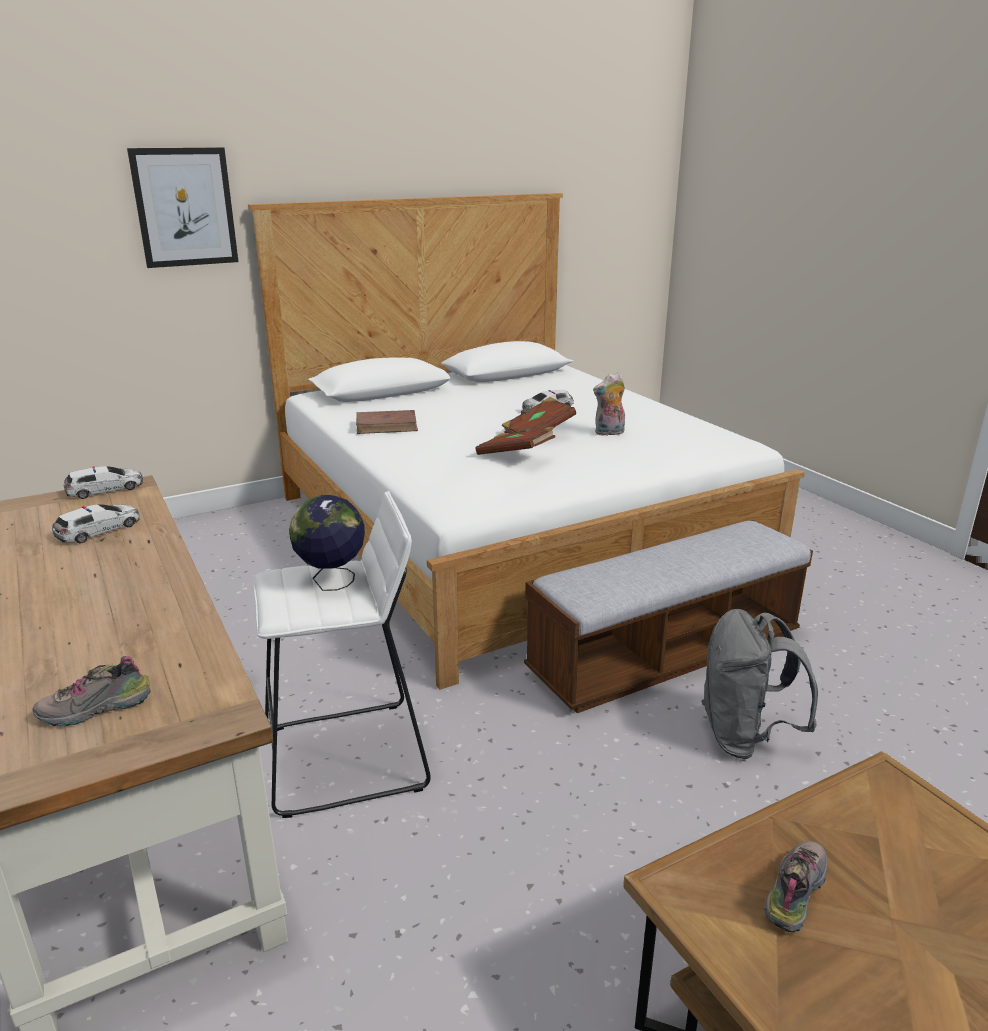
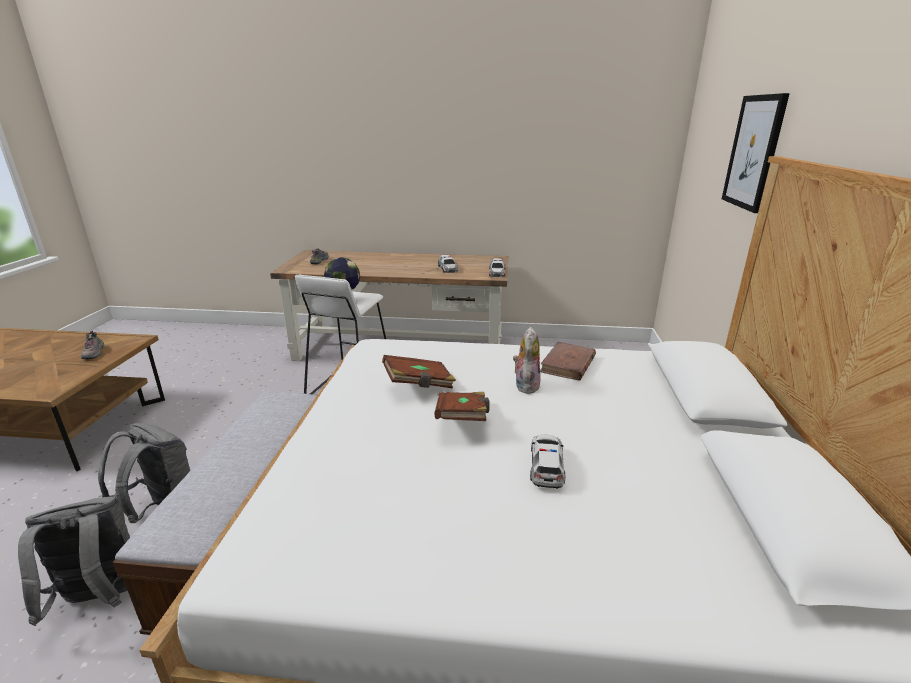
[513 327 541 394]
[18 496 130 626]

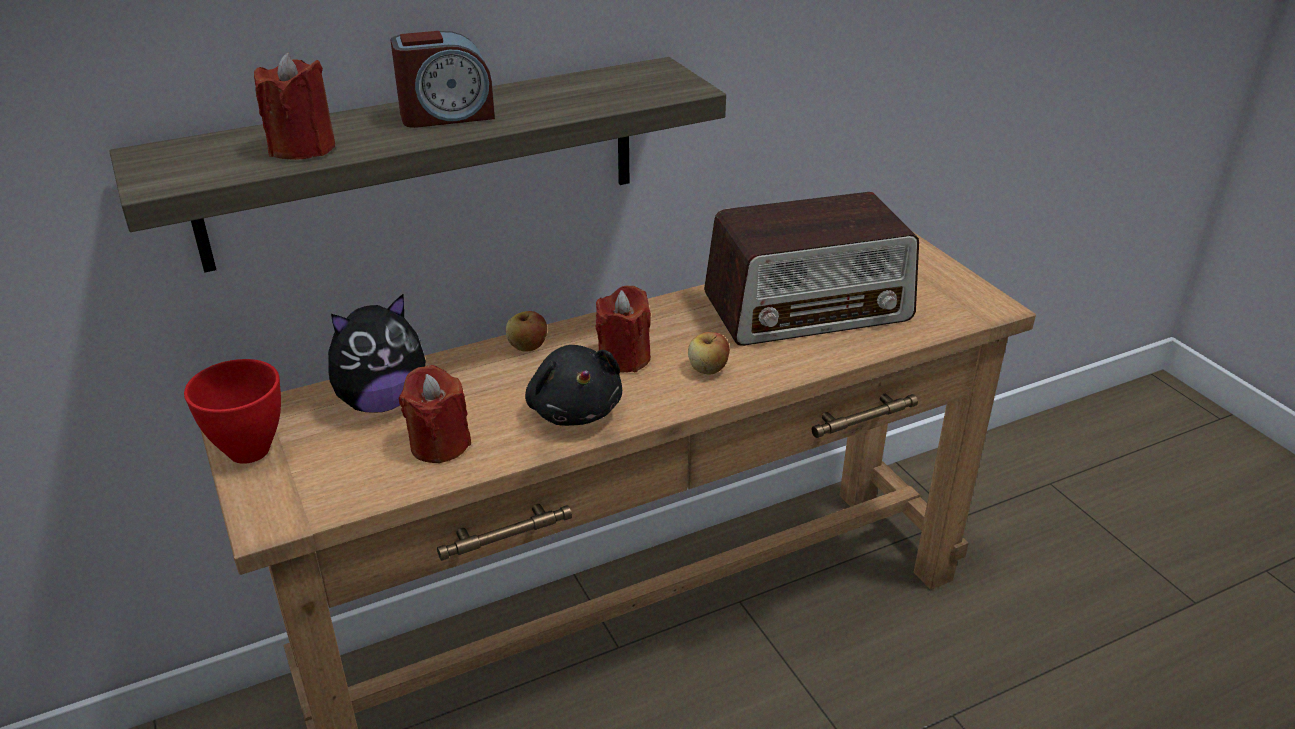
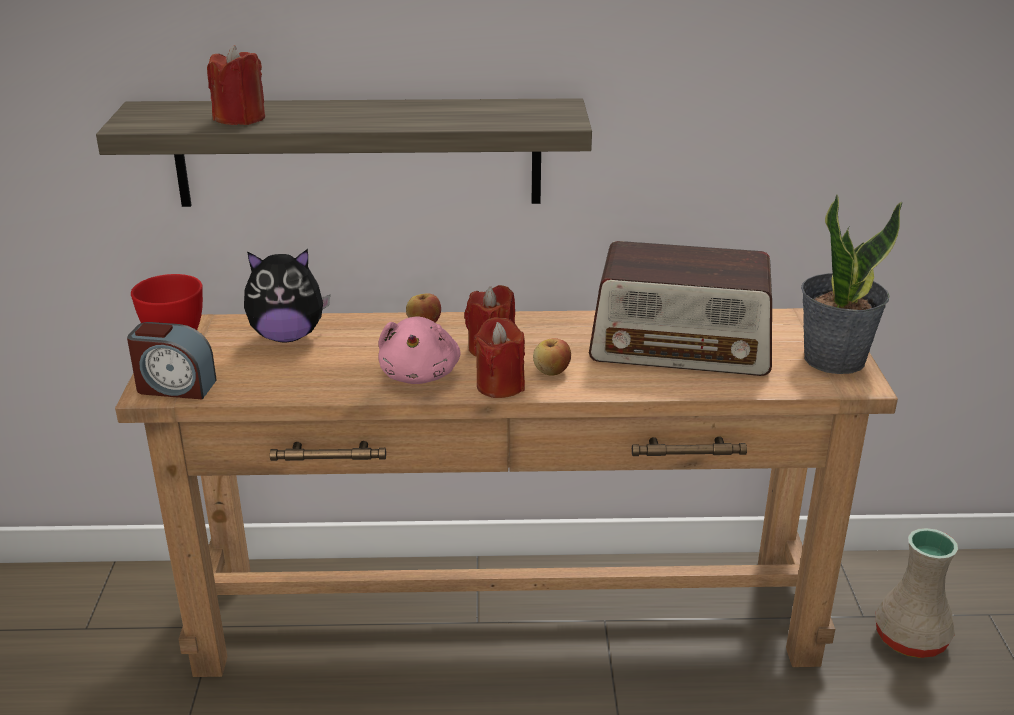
[127 322 217 399]
[379 316 460 384]
[474 317 525 398]
[801 194 902 374]
[875 528 958 658]

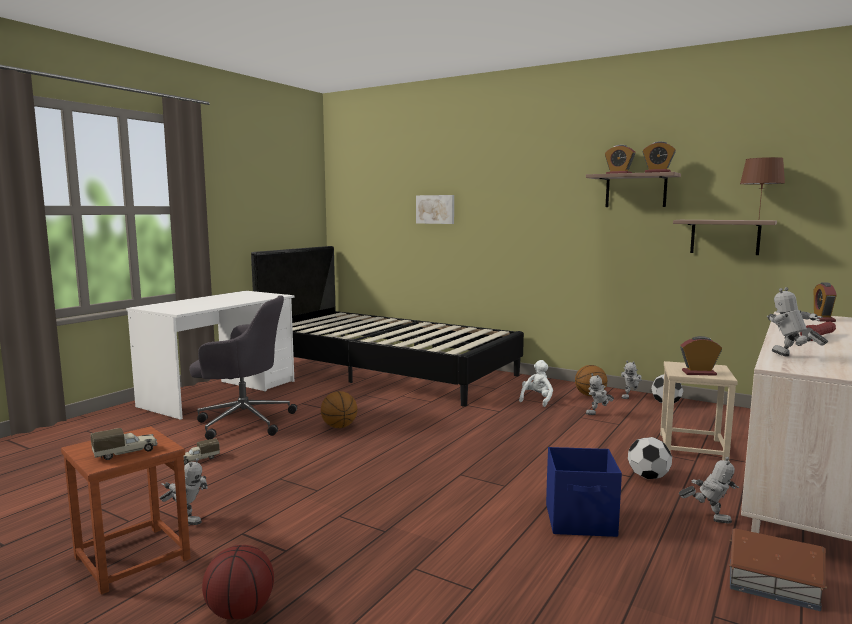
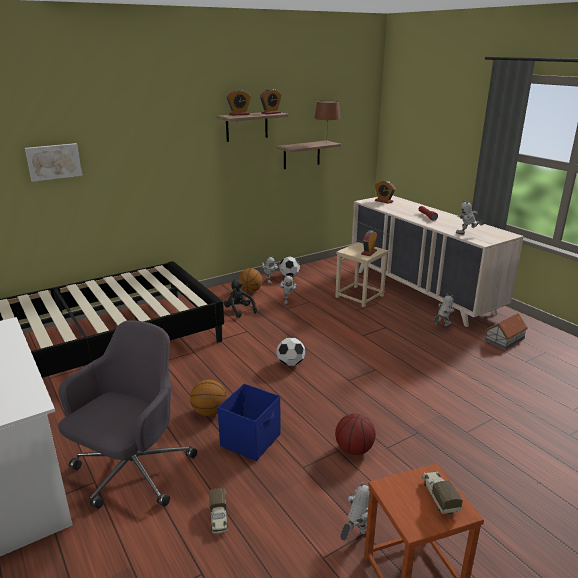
[224 279 257 318]
[277 338 305 366]
[217 384 281 461]
[335 413 376 455]

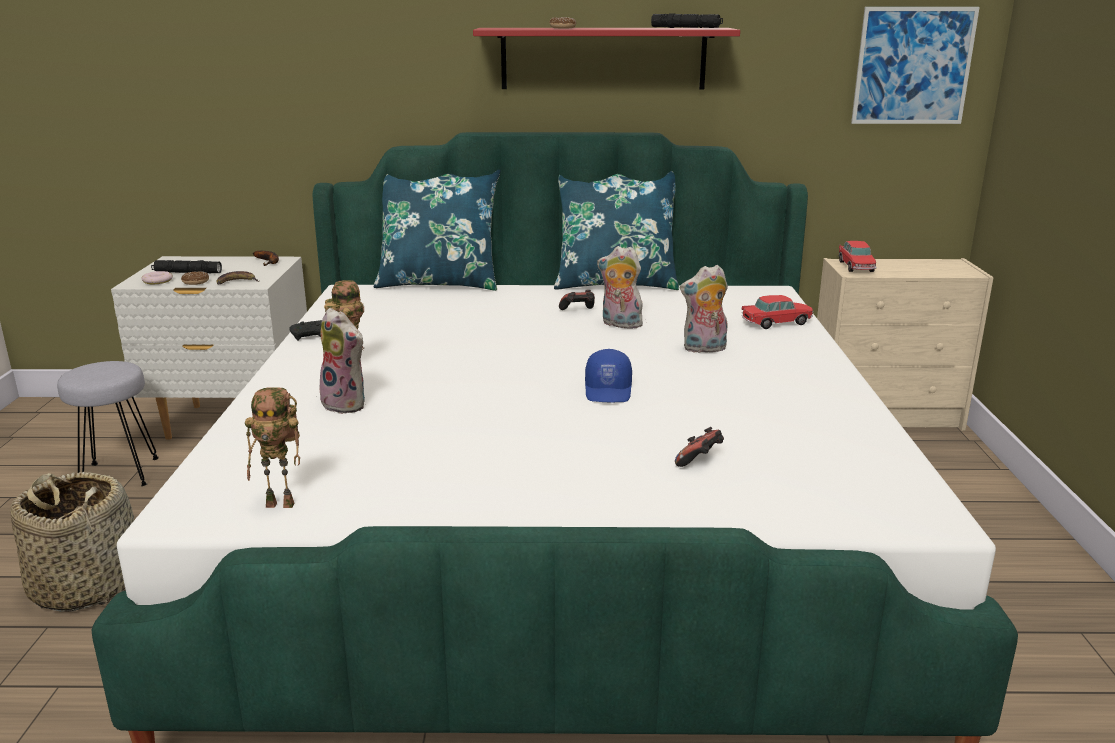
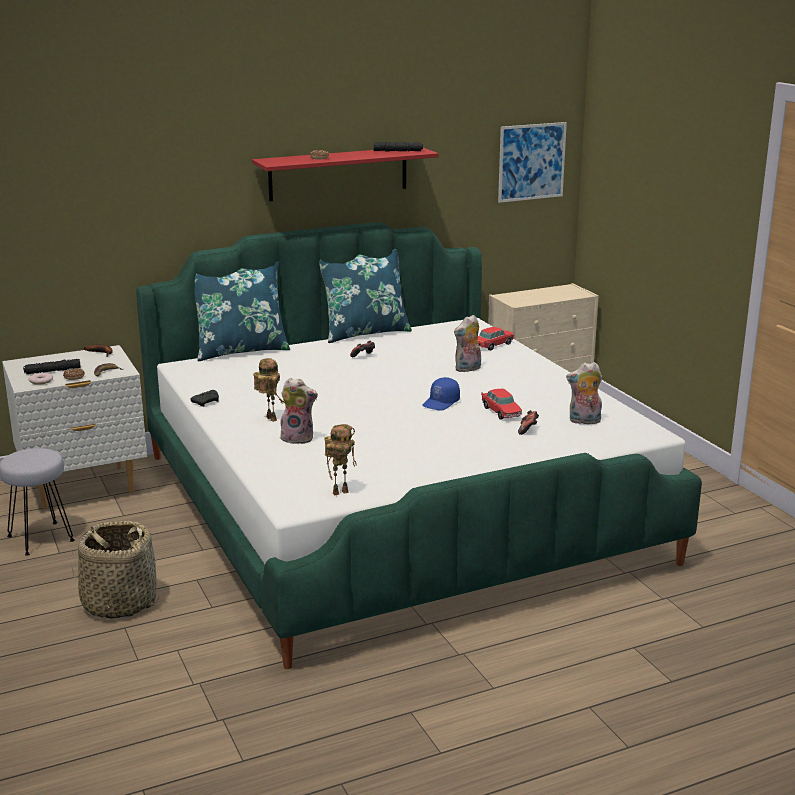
[481 389 522 420]
[566 362 602 424]
[422 377 460 411]

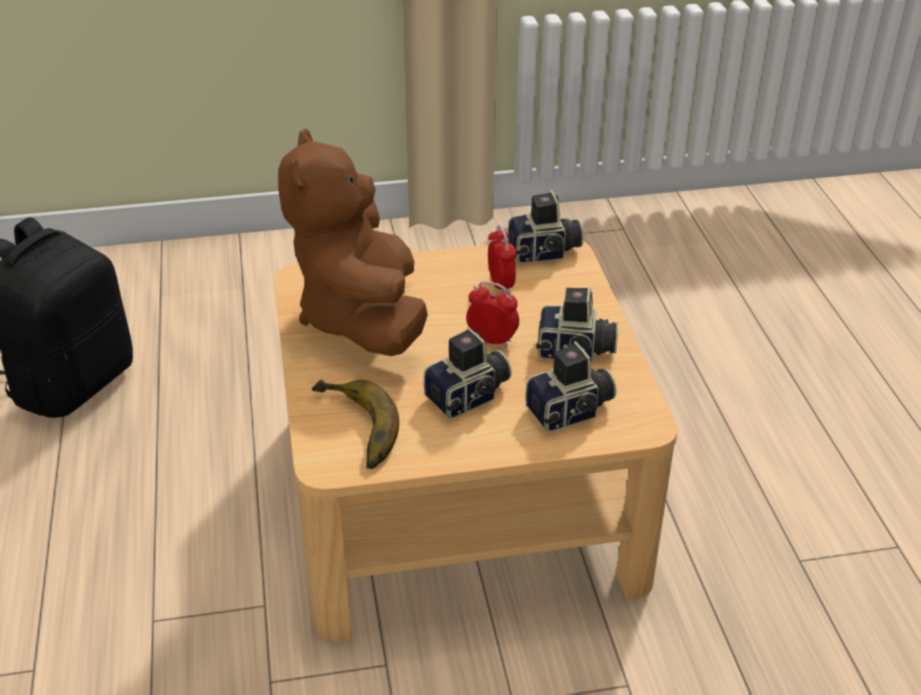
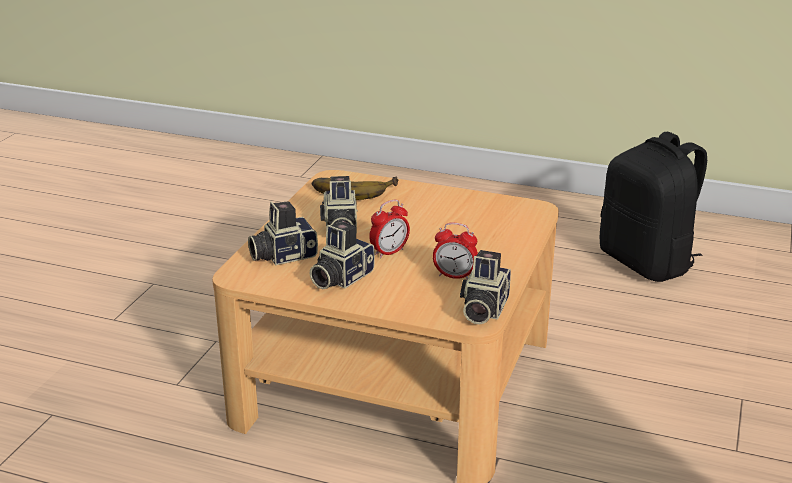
[278 128 428 356] (first image)
[248 202 318 265]

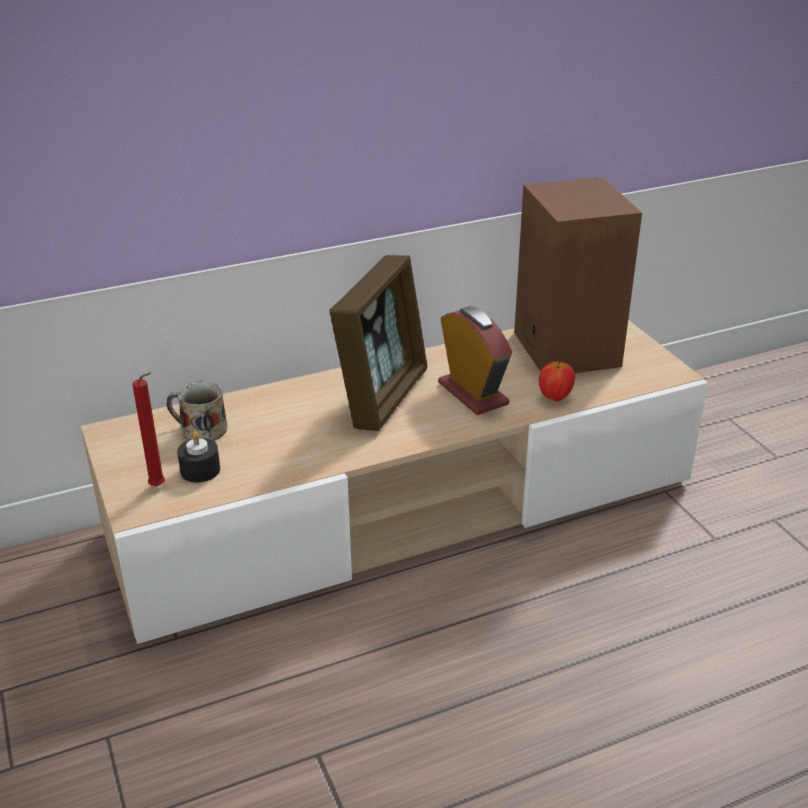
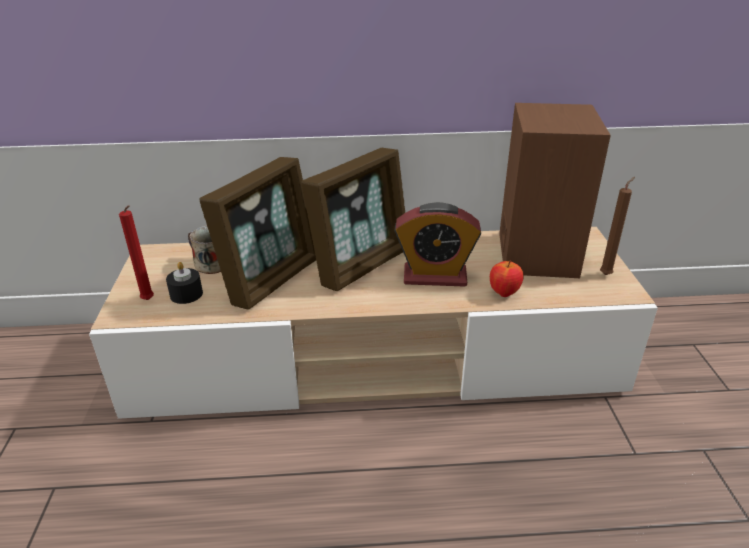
[395 202 481 287]
[199 157 316 310]
[600 177 635 275]

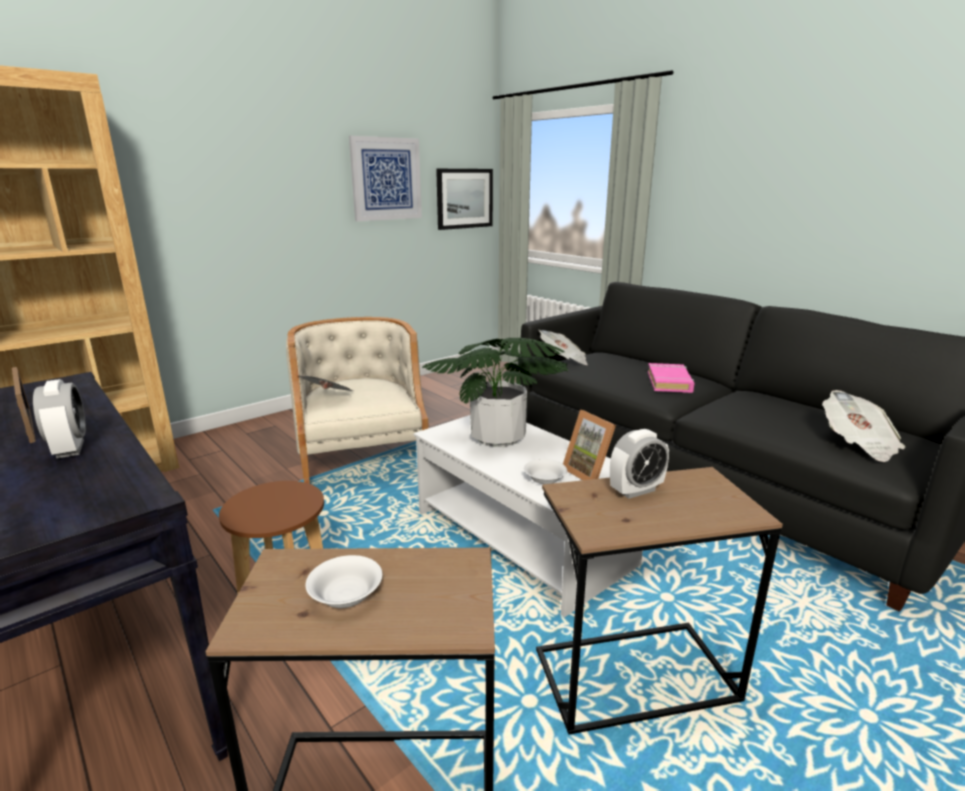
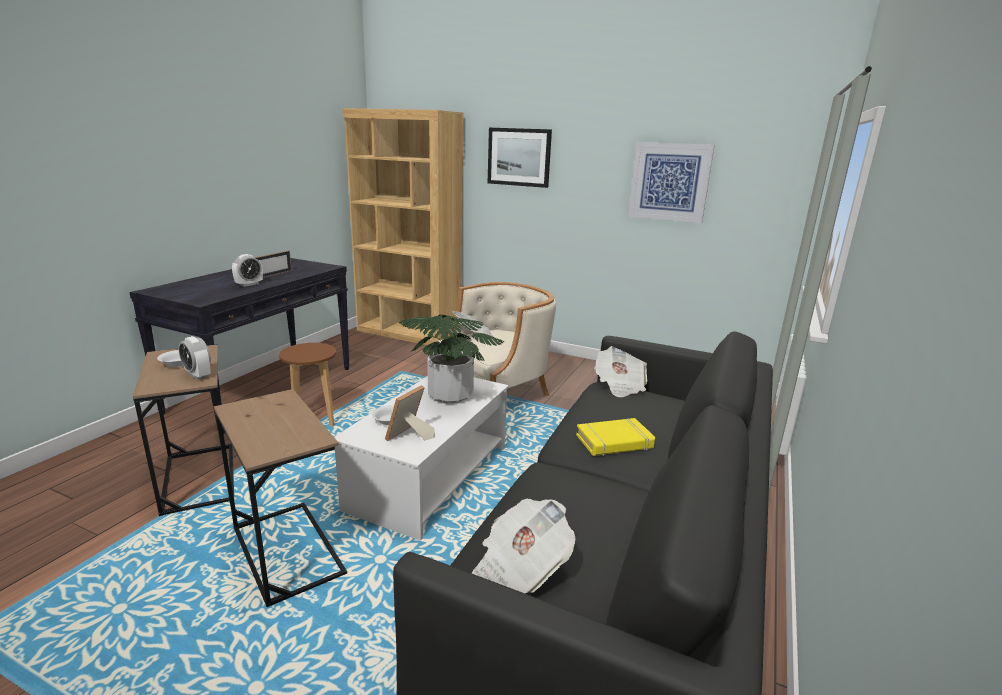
[488 128 552 188]
[576 418 655 456]
[178 336 211 380]

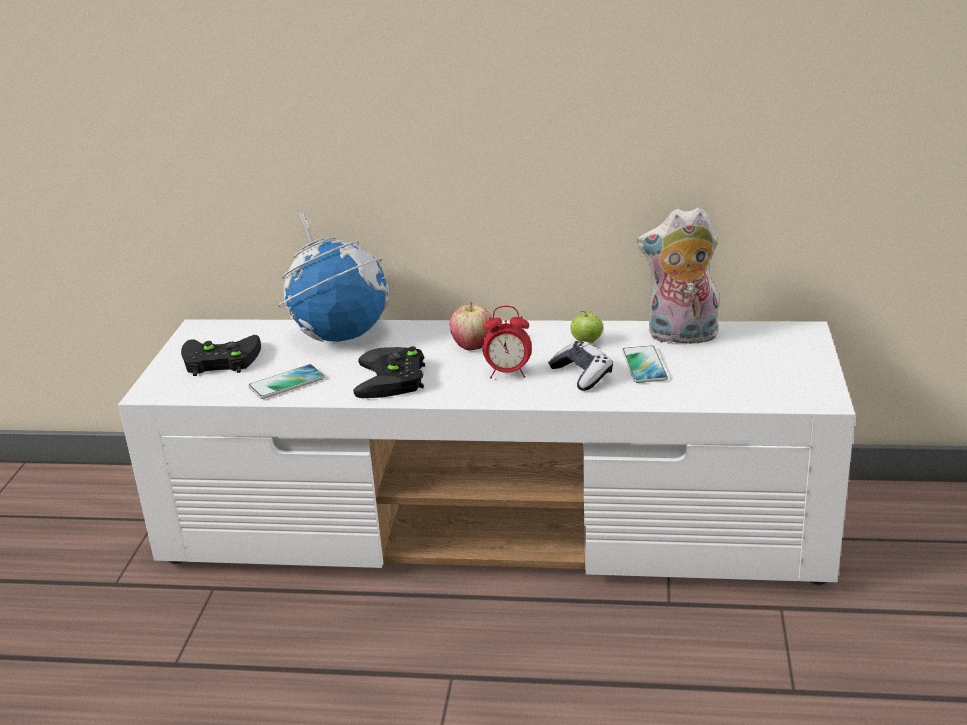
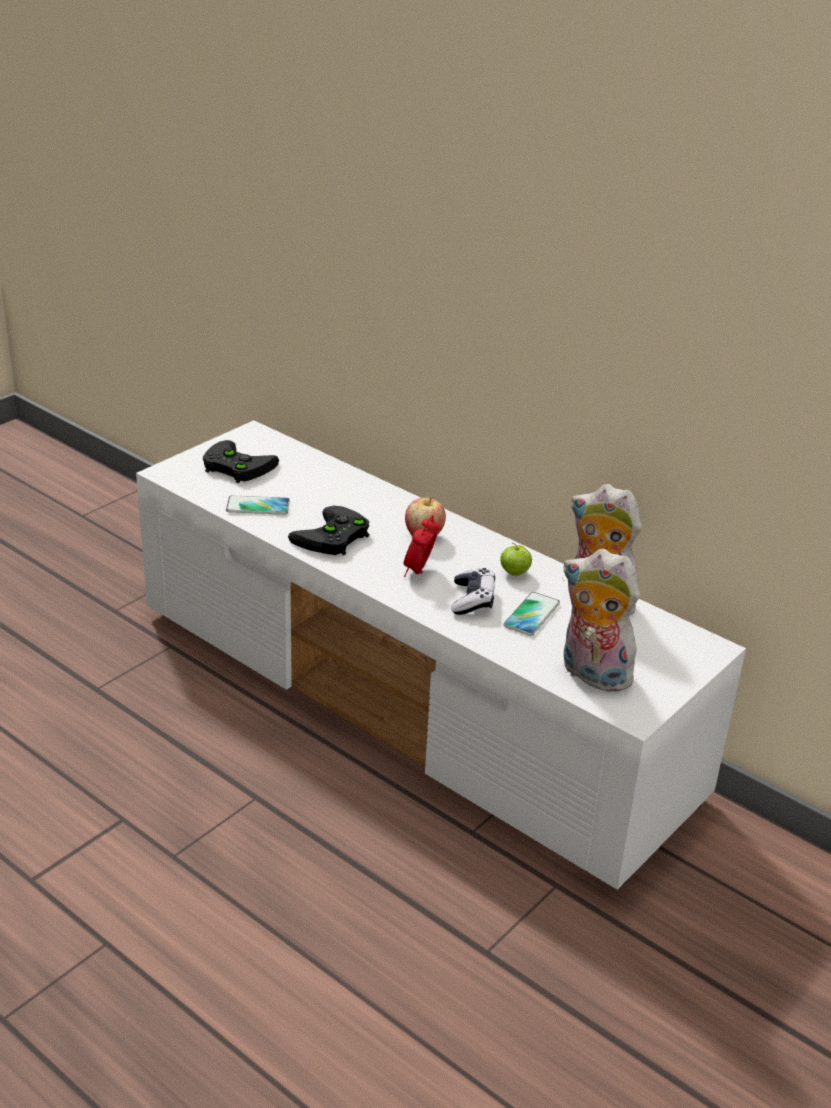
[278 212 389 344] (first image)
[404 515 440 577]
[562 549 642 692]

